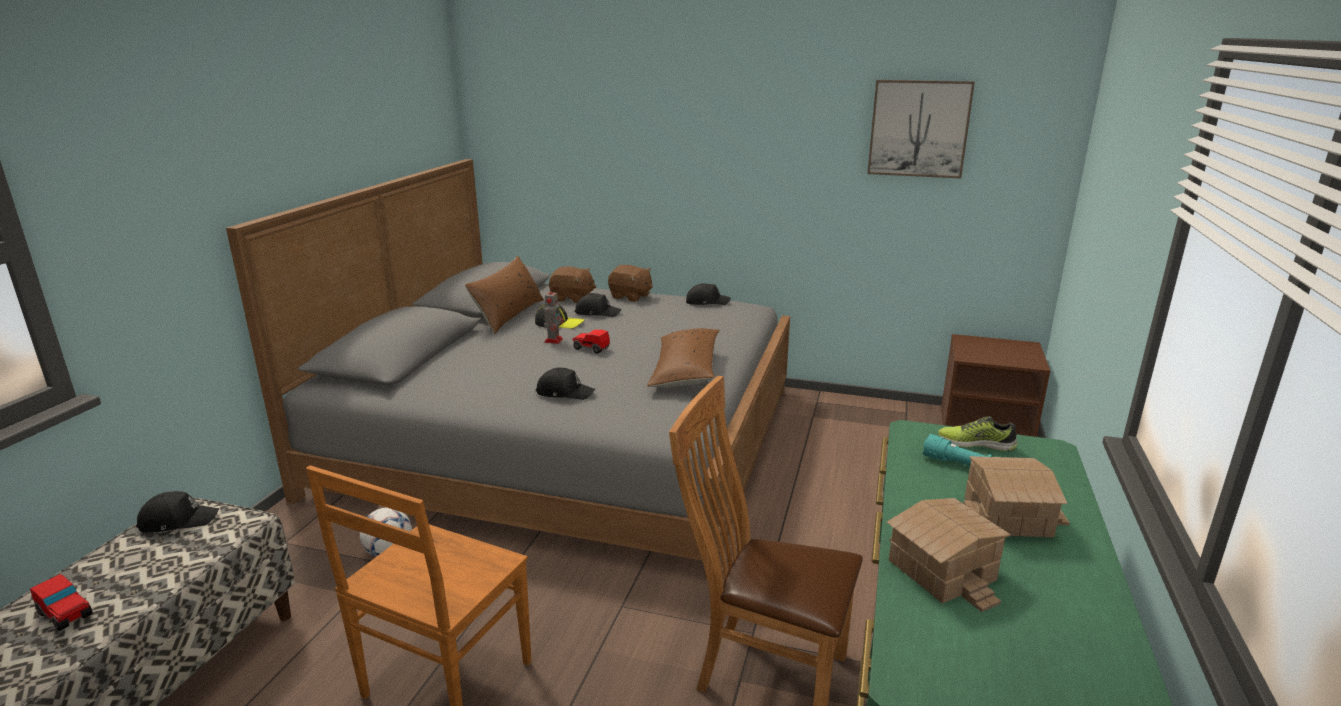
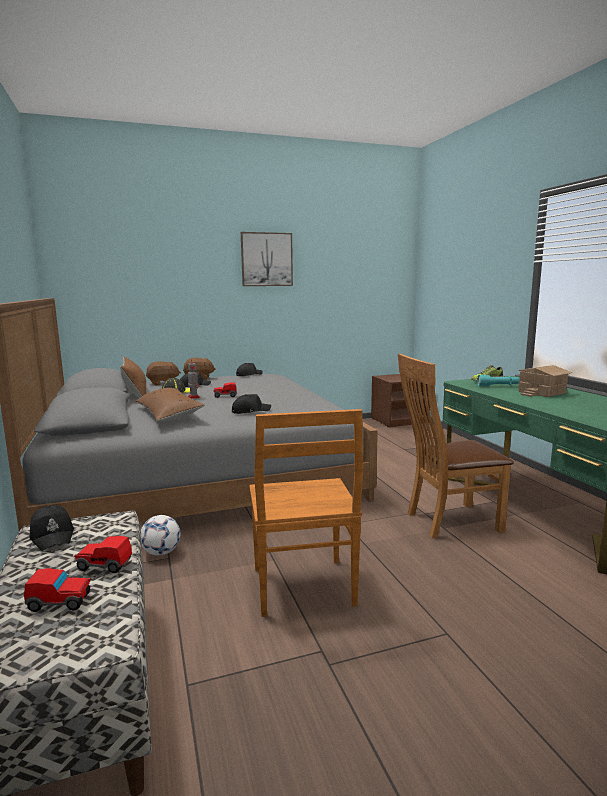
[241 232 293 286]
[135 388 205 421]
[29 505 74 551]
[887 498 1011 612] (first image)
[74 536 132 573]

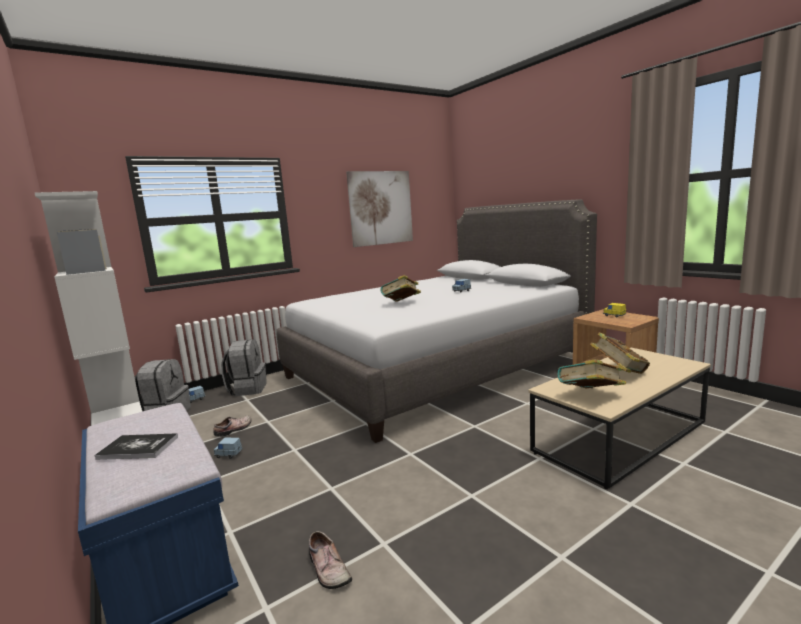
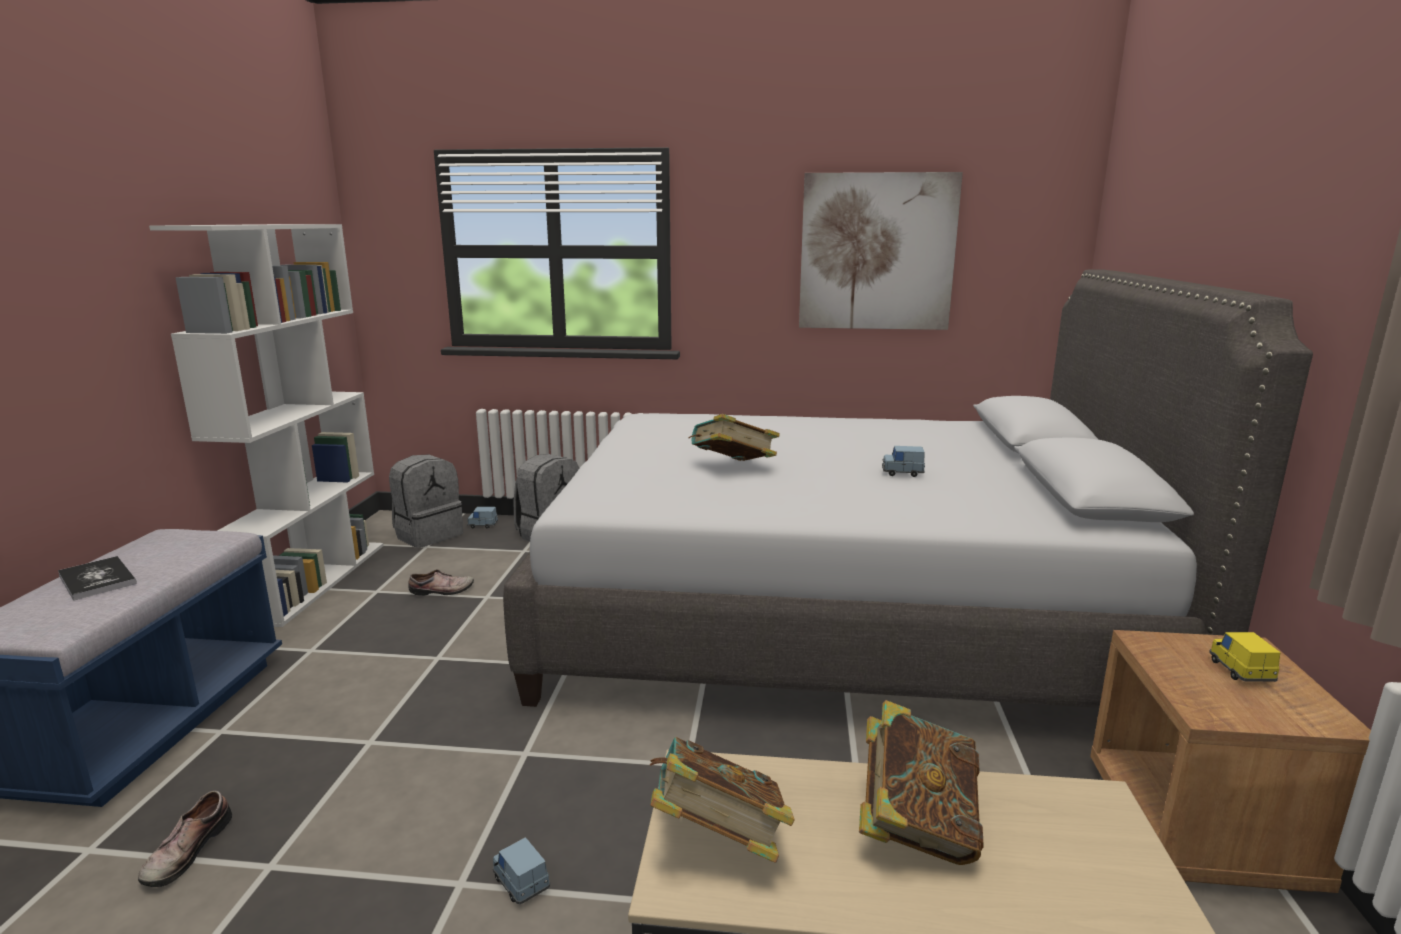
[493 837 550 904]

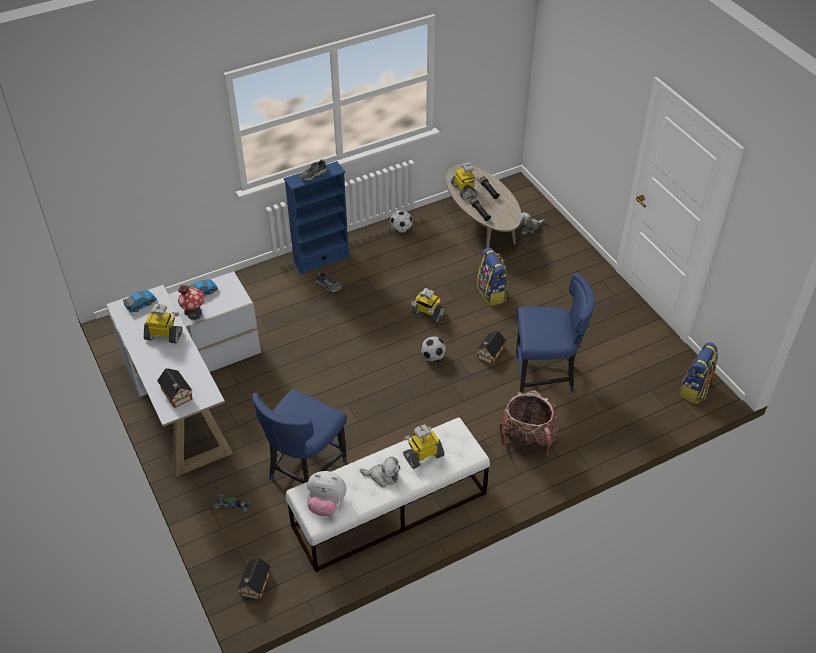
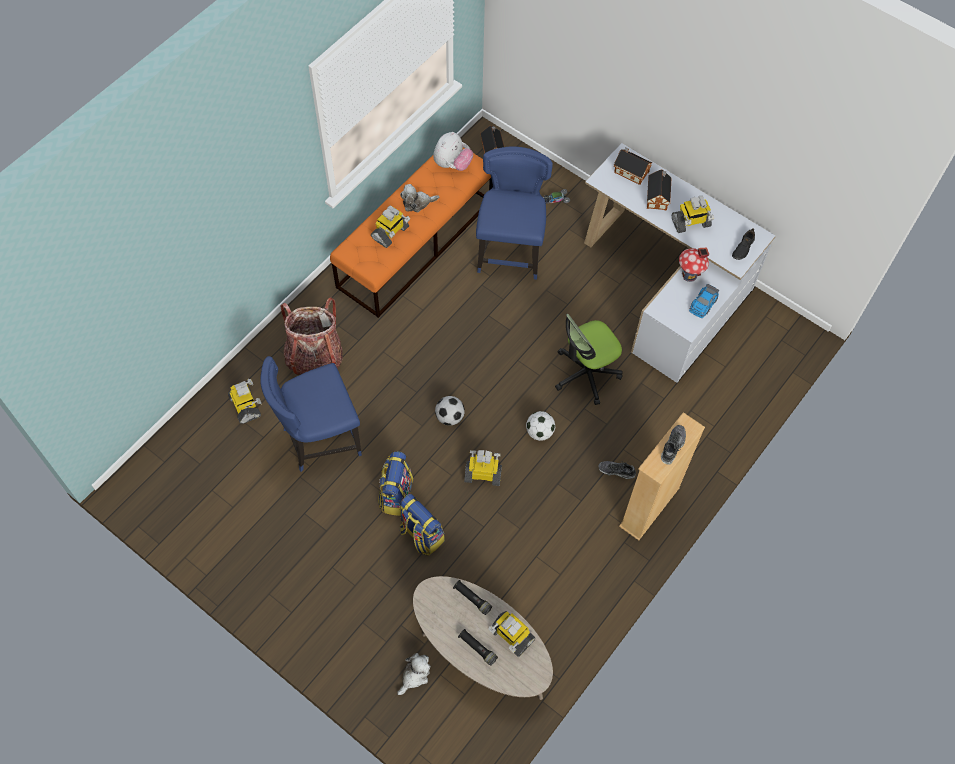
[619 412 705 540]
[526 411 555 441]
[732 228 755 260]
[647 170 672 211]
[378 452 413 516]
[330 147 493 318]
[433 132 473 171]
[555 314 623 405]
[228 379 262 424]

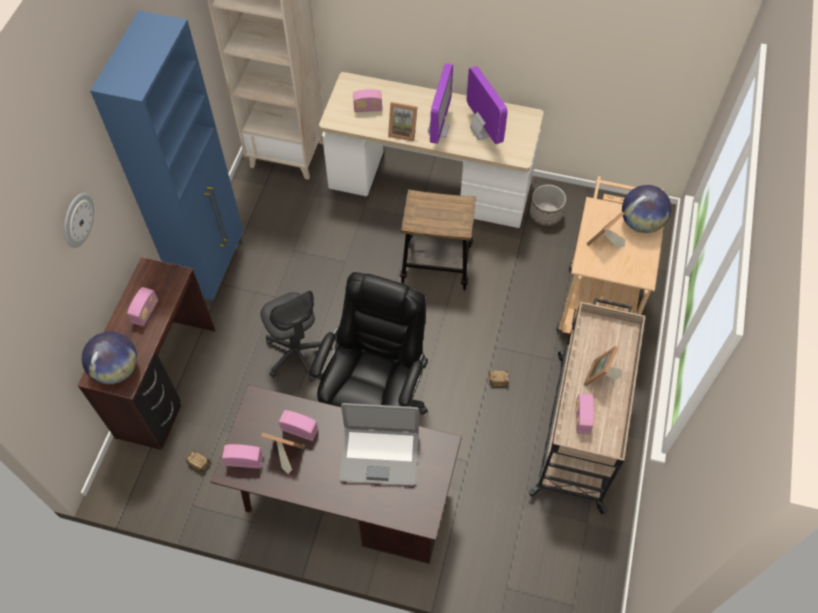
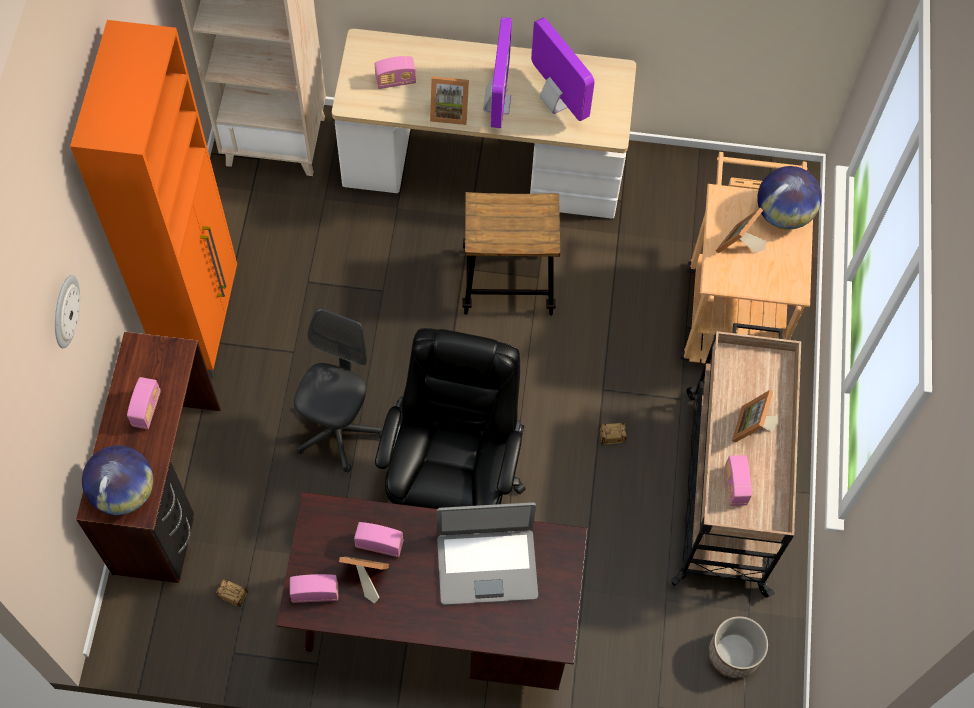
[70 20 237 378]
[709 616 768 679]
[294 308 383 473]

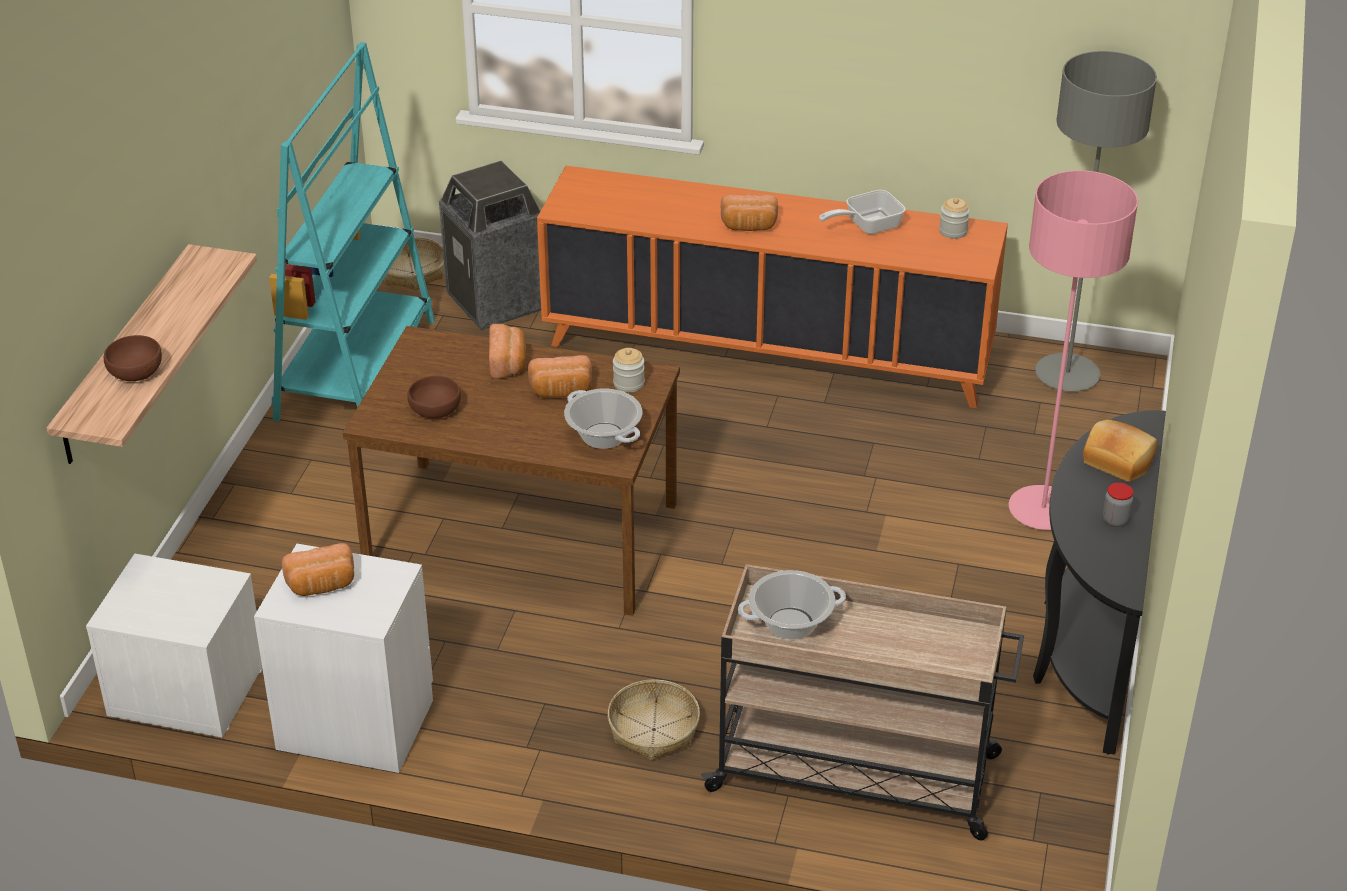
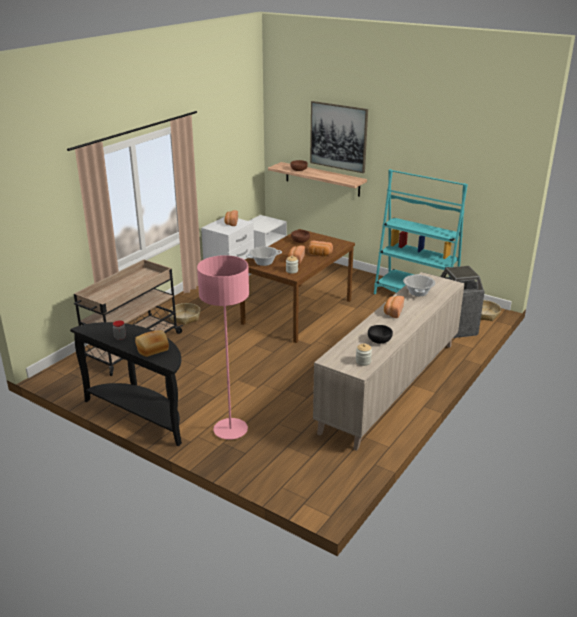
[1035 51 1157 391] (first image)
[313 272 464 451]
[368 325 393 344]
[403 274 435 296]
[310 101 368 173]

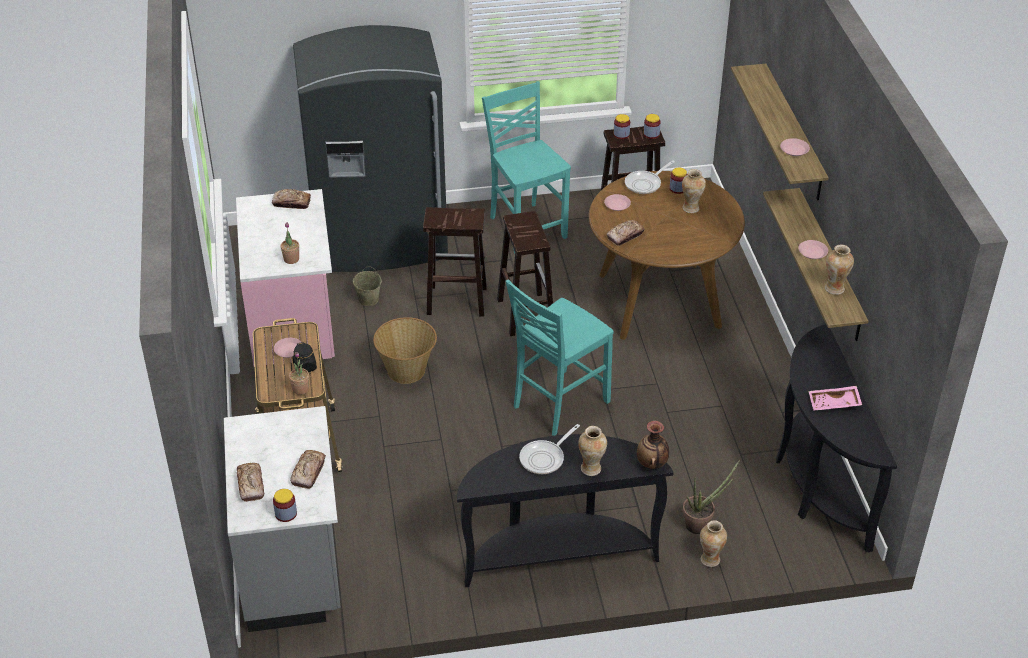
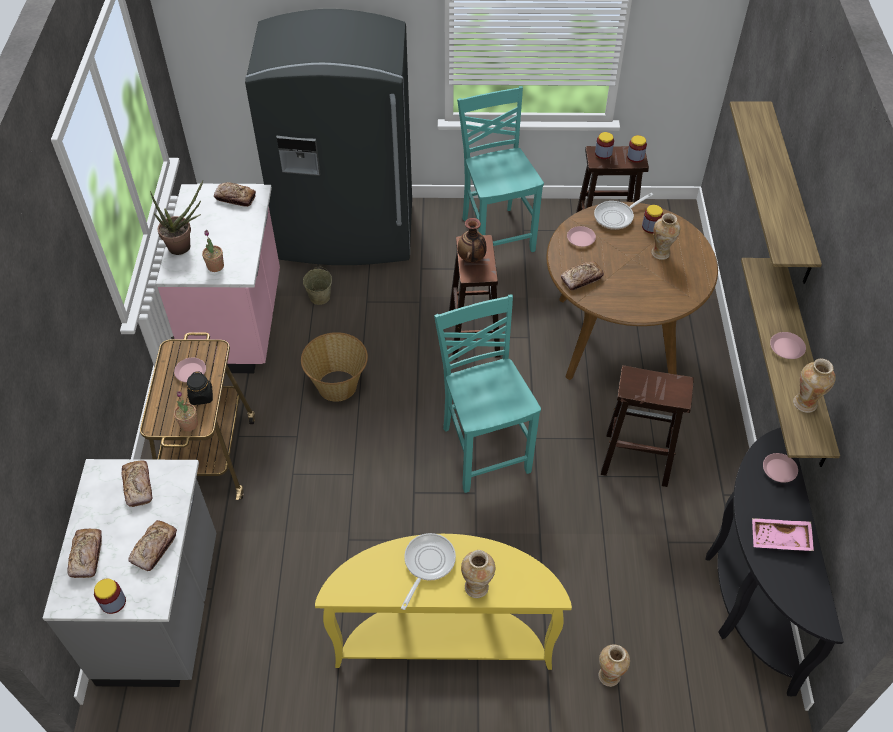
[763 453 798 483]
[601 365 694 487]
[434 294 541 493]
[457 218 486 262]
[401 533 456 610]
[315 534 572 670]
[150 181 203 255]
[122 460 153 507]

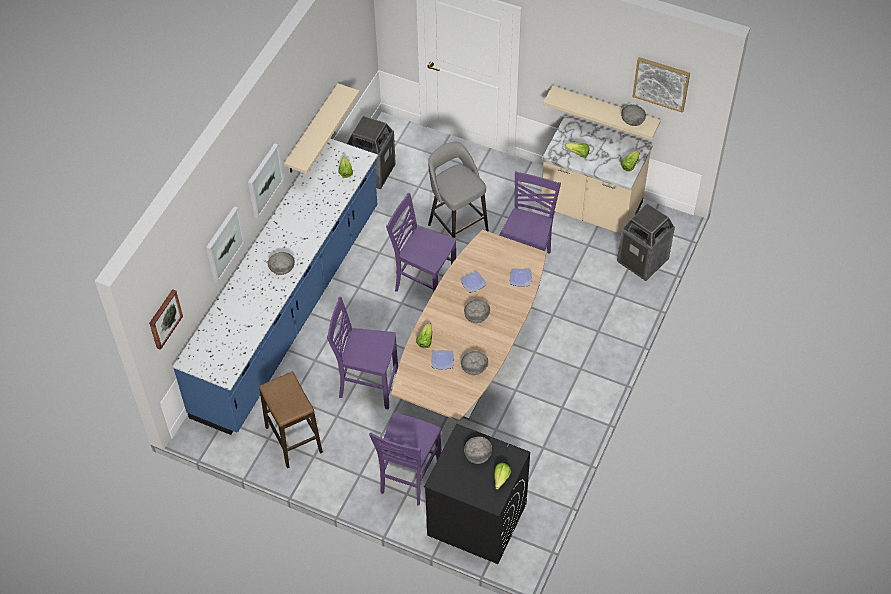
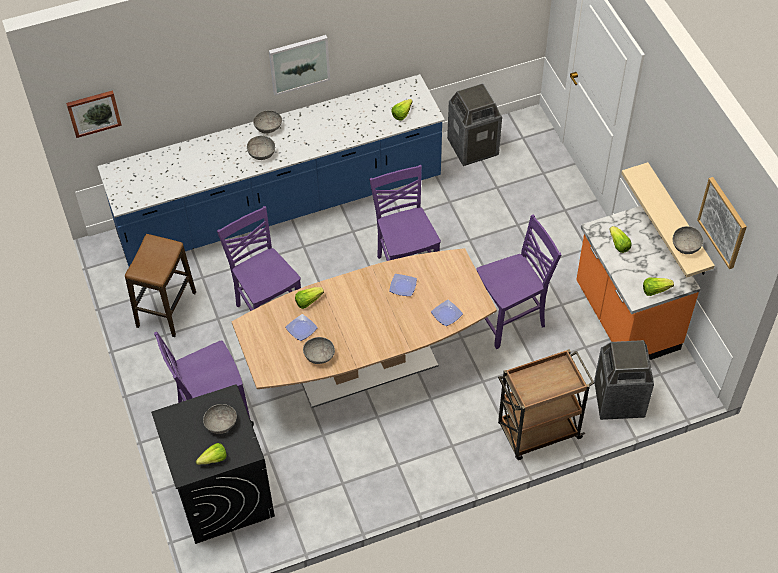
[284 83 360 174] (first image)
[576 206 701 360]
[428 142 489 238] (first image)
[206 206 245 283] (first image)
[253 110 282 134]
[498 349 594 460]

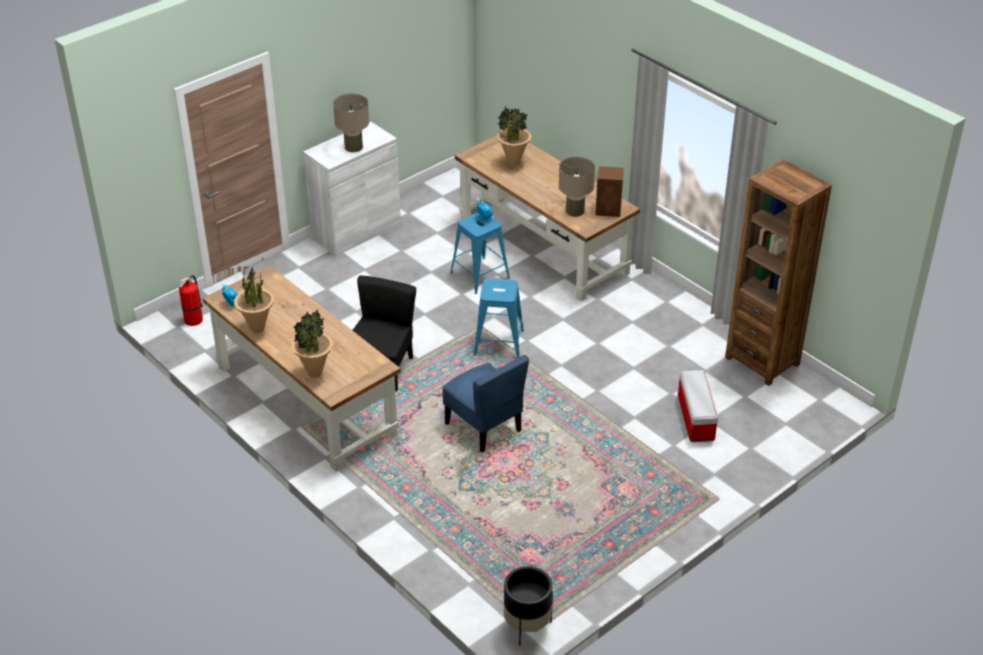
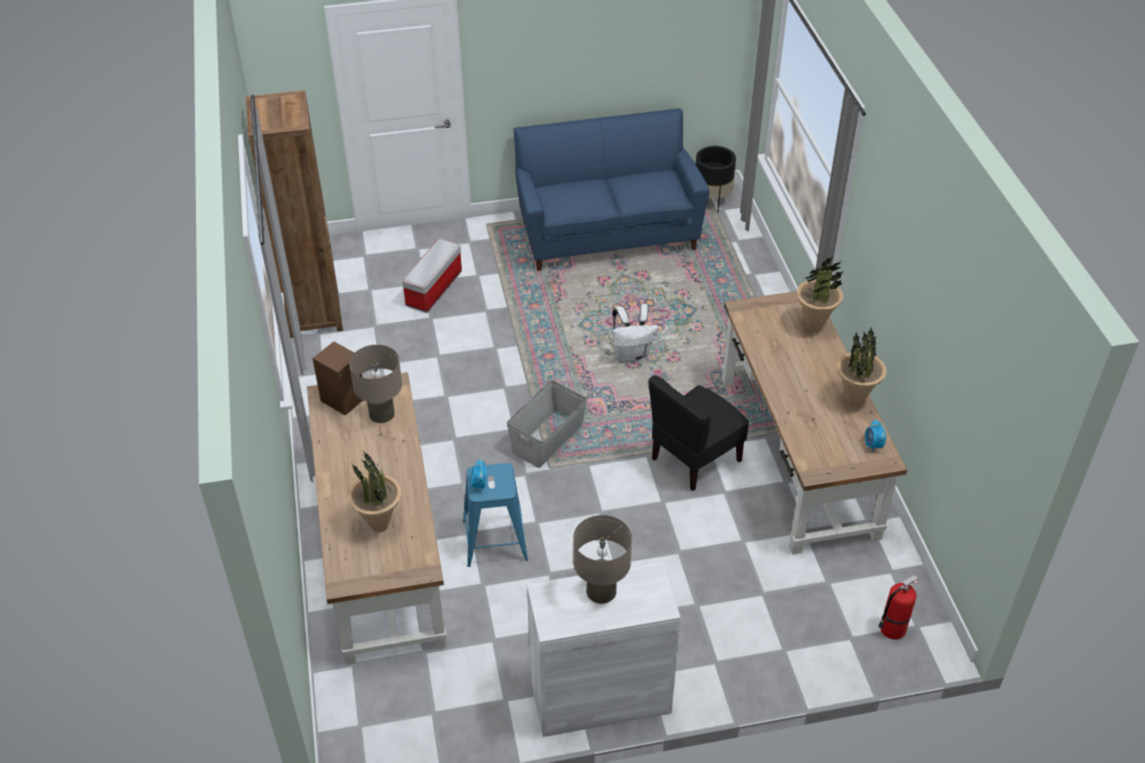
[507 380 587 468]
[613 304 659 363]
[514 108 709 271]

